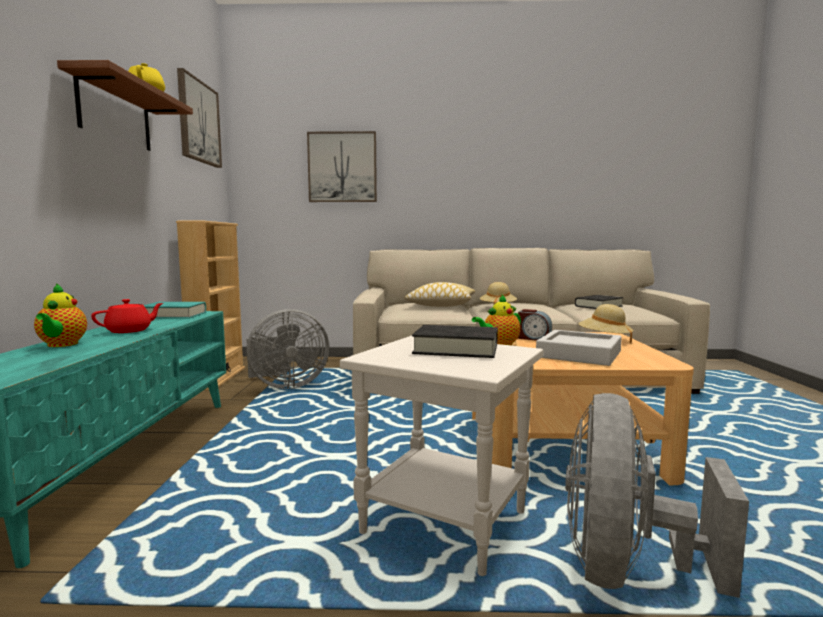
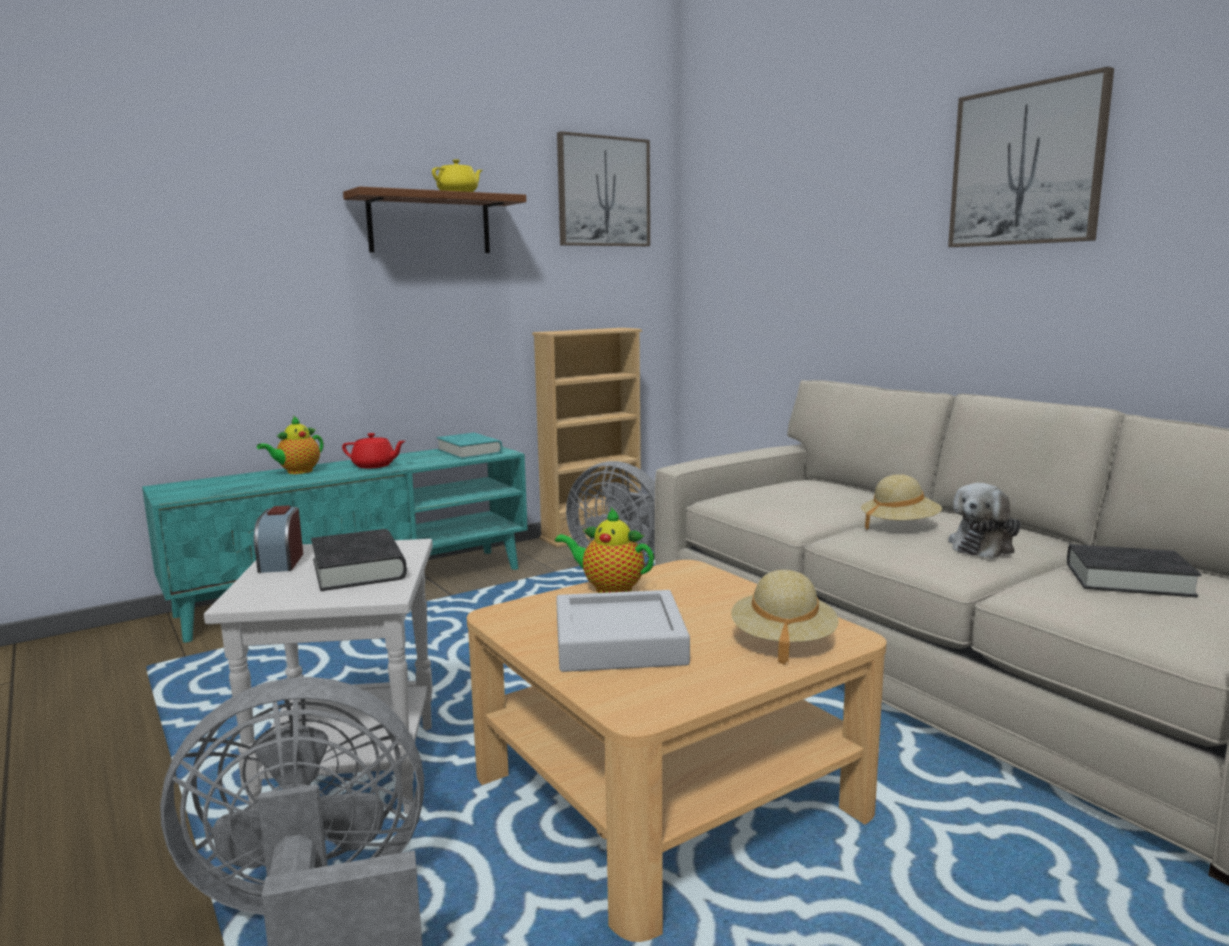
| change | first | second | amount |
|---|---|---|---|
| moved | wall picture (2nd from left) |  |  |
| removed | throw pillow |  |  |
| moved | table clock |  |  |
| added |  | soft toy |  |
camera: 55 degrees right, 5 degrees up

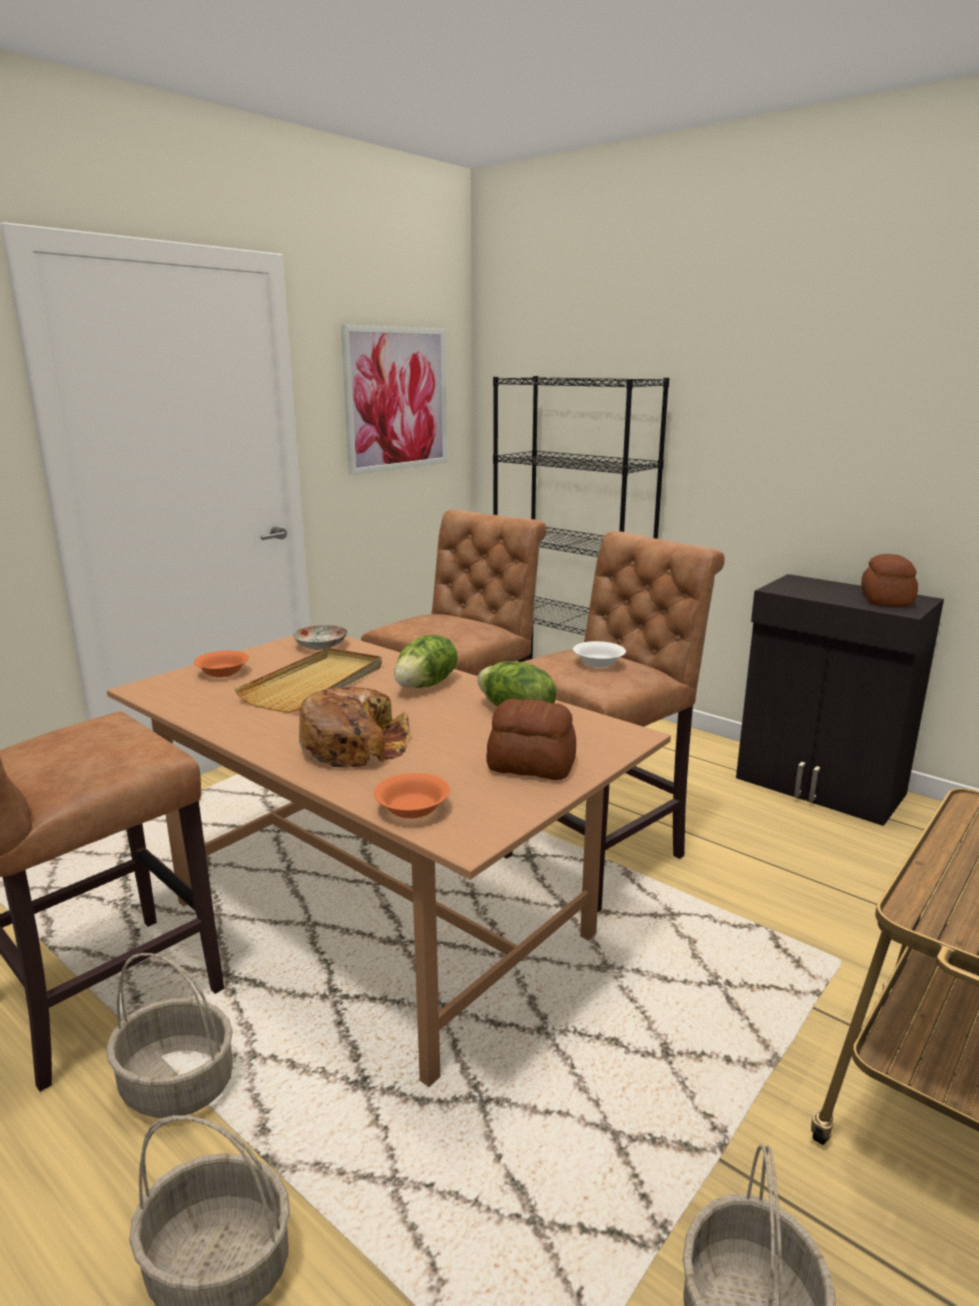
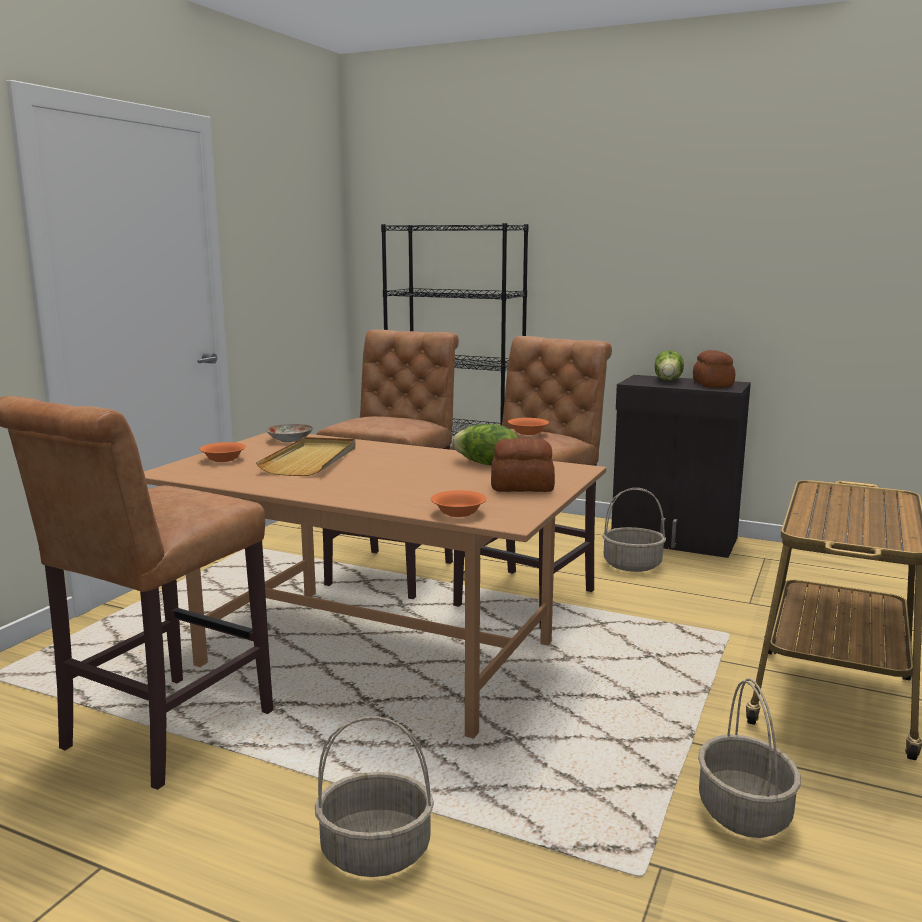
| change | first | second | amount |
|---|---|---|---|
| removed | wall picture |  |  |
| moved | head of lettuce (1st from left in the first image) | head of lettuce (2nd from left) |  |
| recoloured | white bowl | orange bowl (3rd from left) |  |
| removed | bakery bread (1st from left) |  |  |
| moved | household basket (1st from left in the first image) | household basket (2nd from left) |  |
camera: 15 degrees left, 5 degrees down

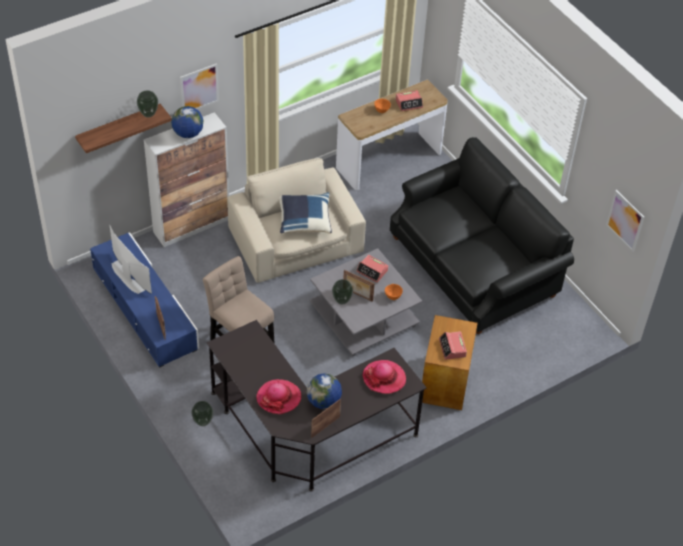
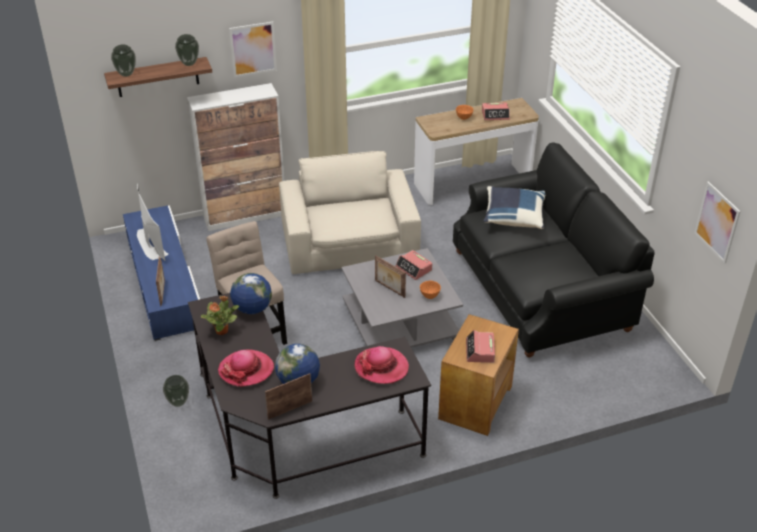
| change | first | second | amount |
|---|---|---|---|
| moved | world globe (1st from left) |  |  |
| moved | bluish throw pillow |  |  |
| moved | flower vase (3rd from left in the first image) | flower vase (1st from left) |  |
| added |  | plant in a pot |  |
camera: 15 degrees right, 10 degrees down

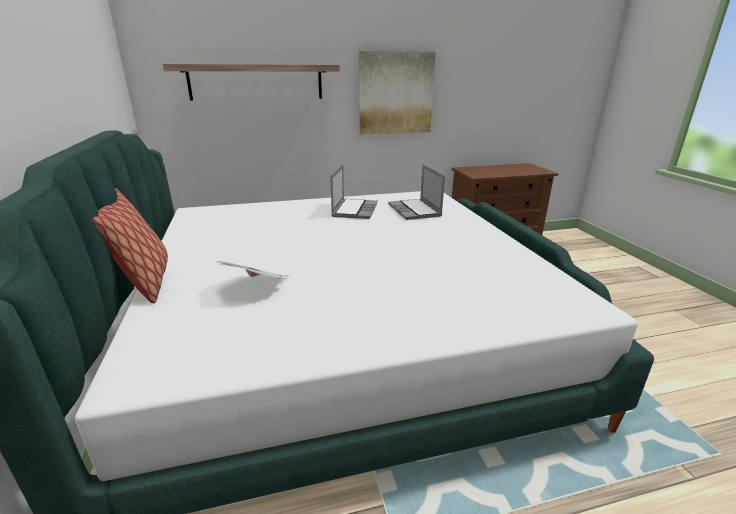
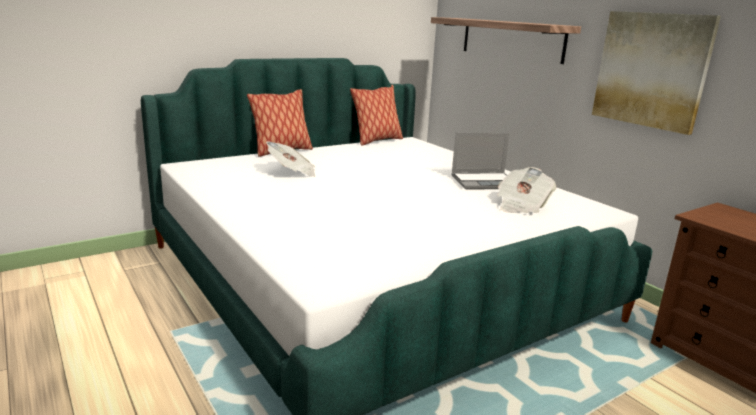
| change | first | second | amount |
|---|---|---|---|
| replaced | notebook computer (2nd from left) | daily paper (2nd from left) |  |
| added |  | throw pillow (2nd from left) |  |
camera: 70 degrees right, 5 degrees down

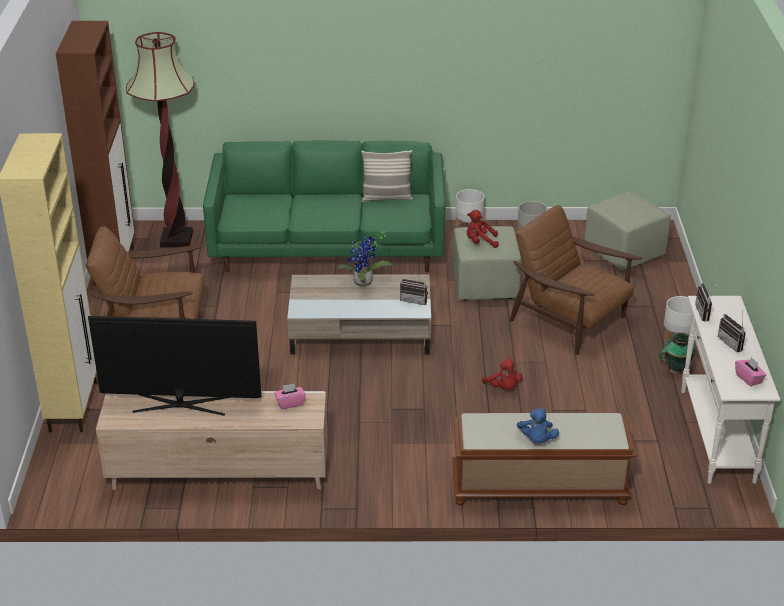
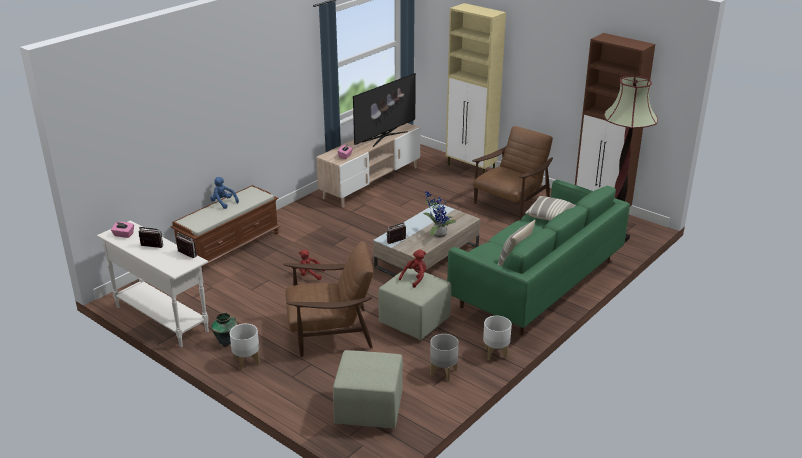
| change | first | second | amount |
|---|---|---|---|
| added |  | throw pillow (2nd from left) |  |
camera: 130 degrees right, 5 degrees down

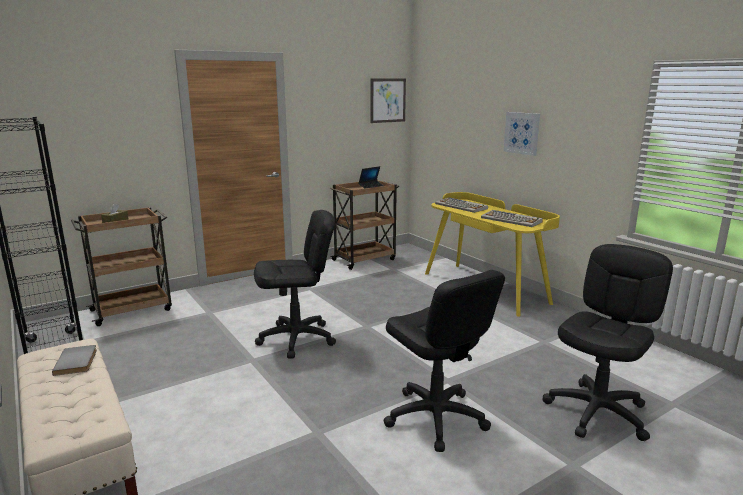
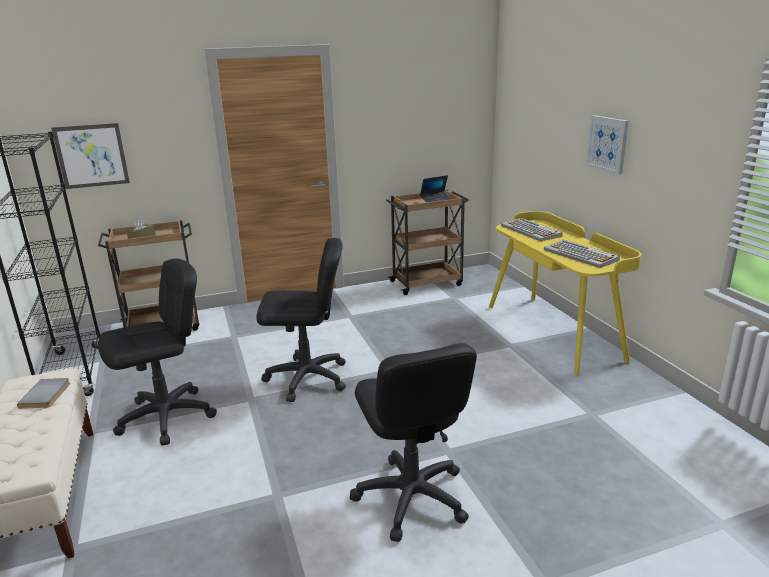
| change | first | second | amount |
|---|---|---|---|
| moved | wall picture (1st from left) |  |  |
| moved | black-coloured office chair (3rd from left in the first image) | black-coloured office chair (1st from left) |  |
camera: 15 degrees right, 5 degrees up

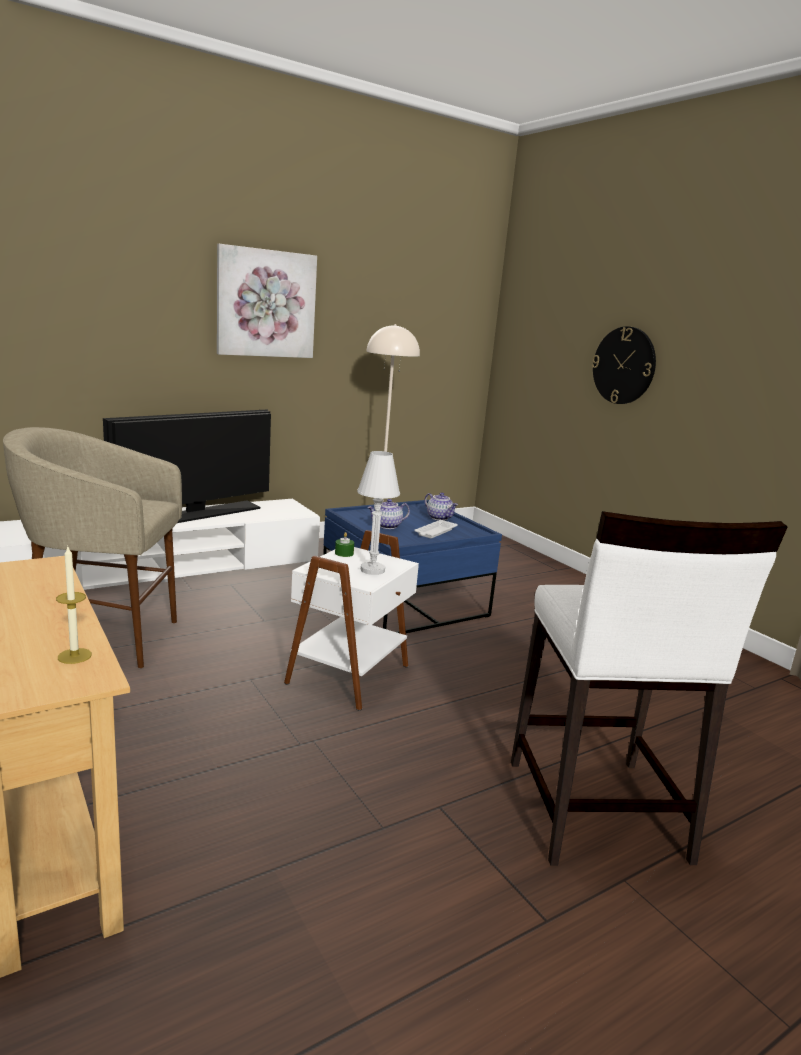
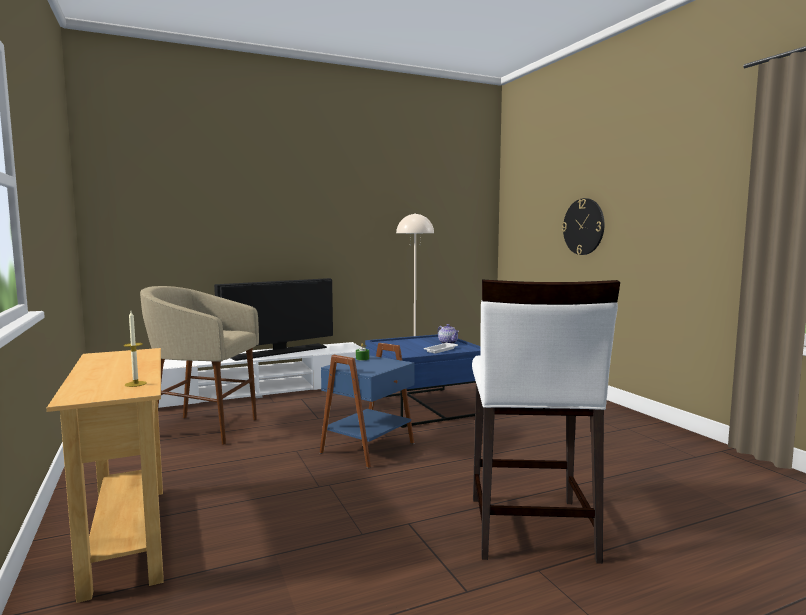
| change | first | second | amount |
|---|---|---|---|
| removed | wall picture |  |  |
| removed | white tabletop lamp |  |  |
| removed | tea pot (1st from left) |  |  |
| recoloured | white accent table | bluish accent table |  |
camera: 10 degrees right, 10 degrees down

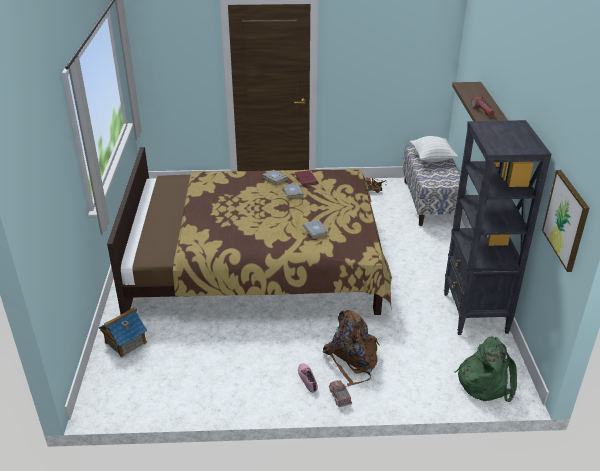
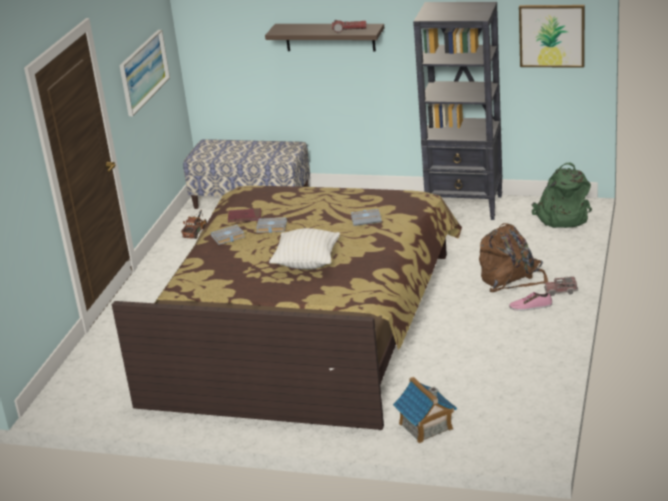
| change | first | second | amount |
|---|---|---|---|
| moved | white throw pillow |  |  |
| added |  | wall picture (1st from left) |  |
camera: 70 degrees left, 5 degrees down

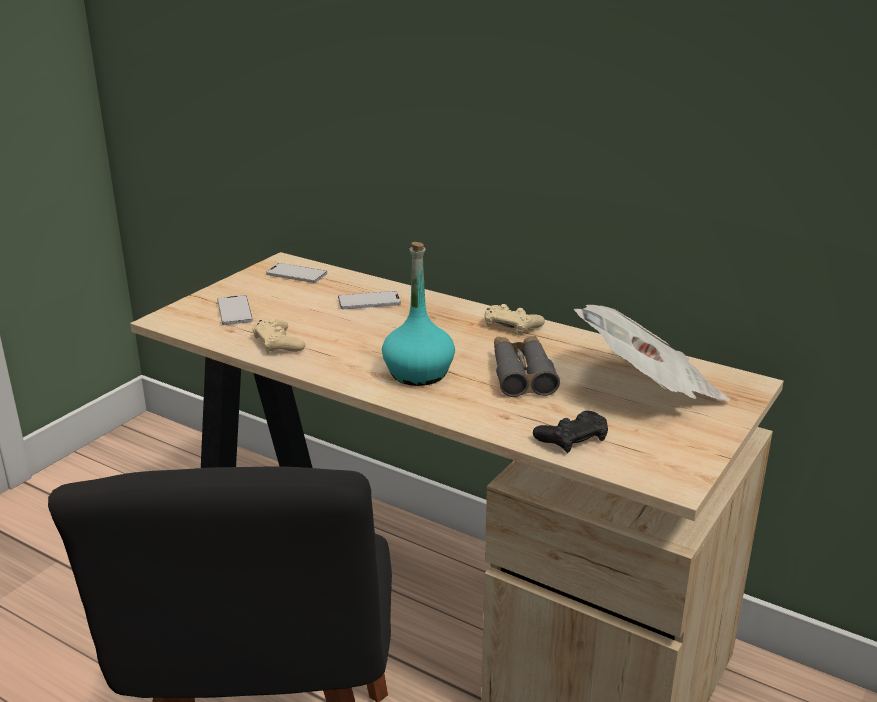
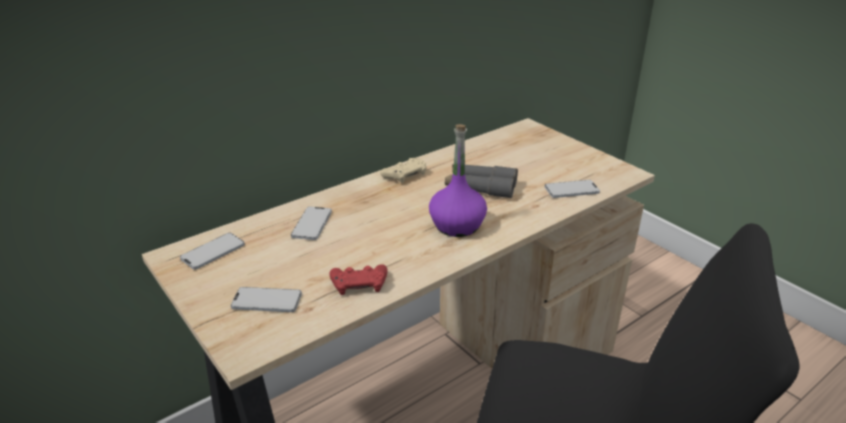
| change | first | second | amount |
|---|---|---|---|
| recoloured | blue-green bottle | purplish bottle |  |
| removed | daily paper |  |  |
| recoloured | sand-coloured gamepad (1st from left) | reddish gamepad |  |
| replaced | black-coloured gamepad | telephone (4th from left) |  |
camera: 70 degrees left, 5 degrees up

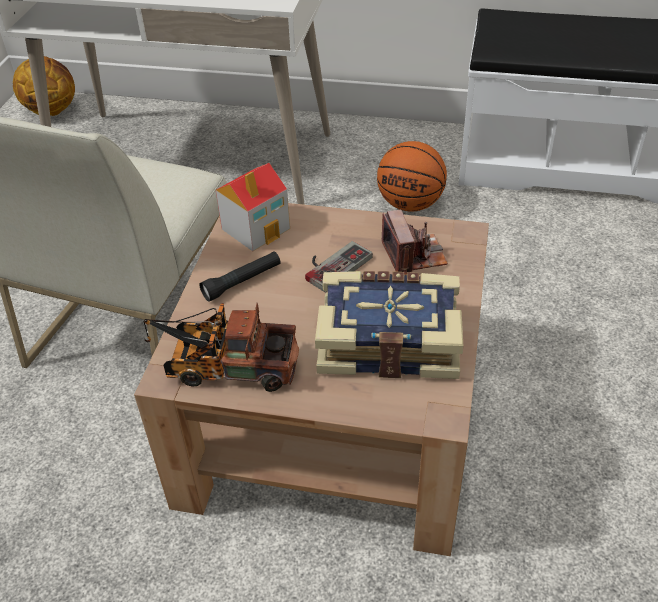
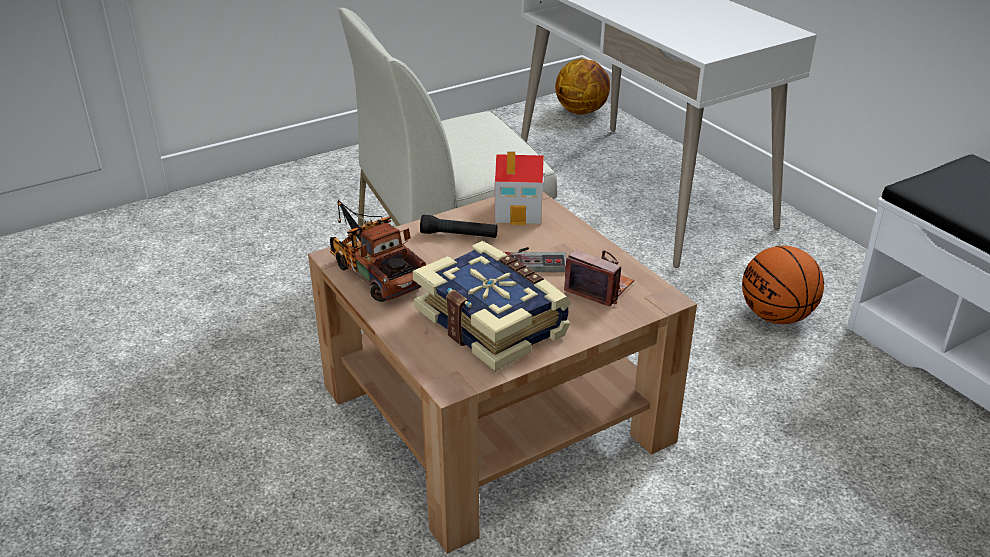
| change | first | second | amount |
|---|---|---|---|
| turned | still camera |  | 90 degrees counterclockwise |
camera: 45 degrees right, 10 degrees down

